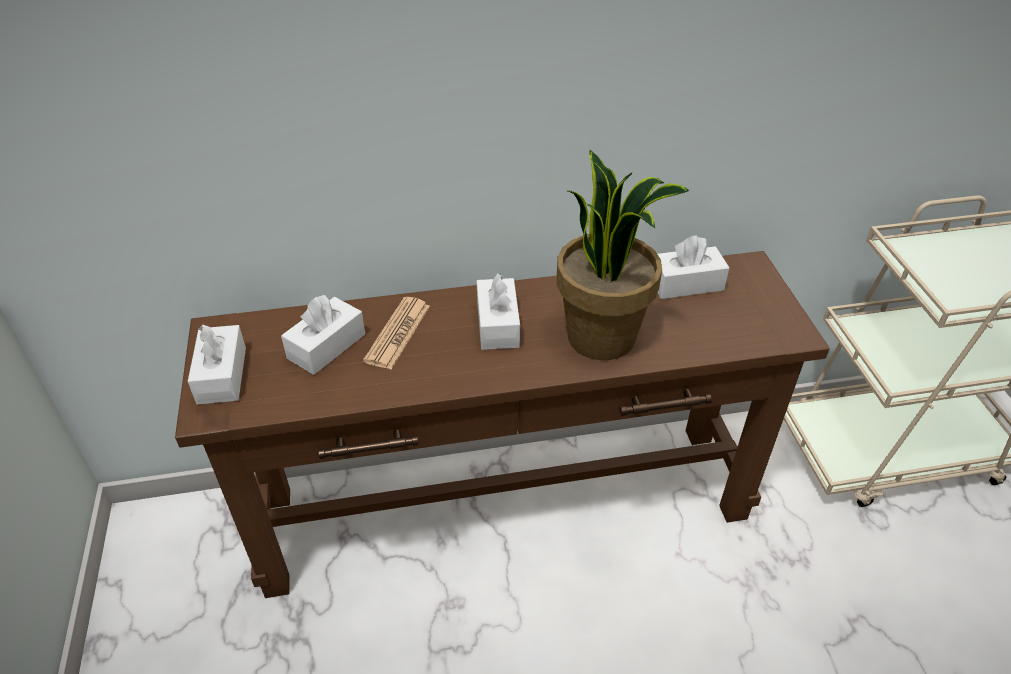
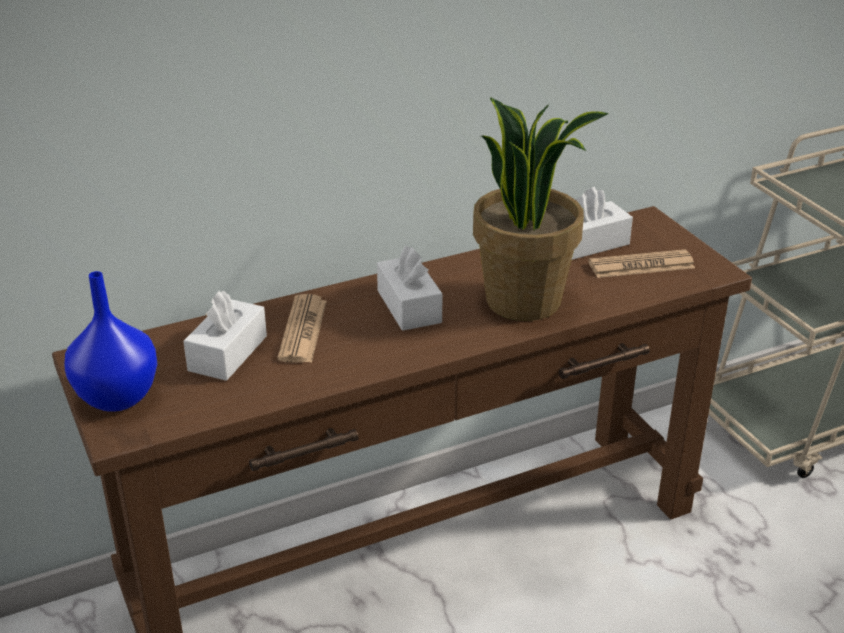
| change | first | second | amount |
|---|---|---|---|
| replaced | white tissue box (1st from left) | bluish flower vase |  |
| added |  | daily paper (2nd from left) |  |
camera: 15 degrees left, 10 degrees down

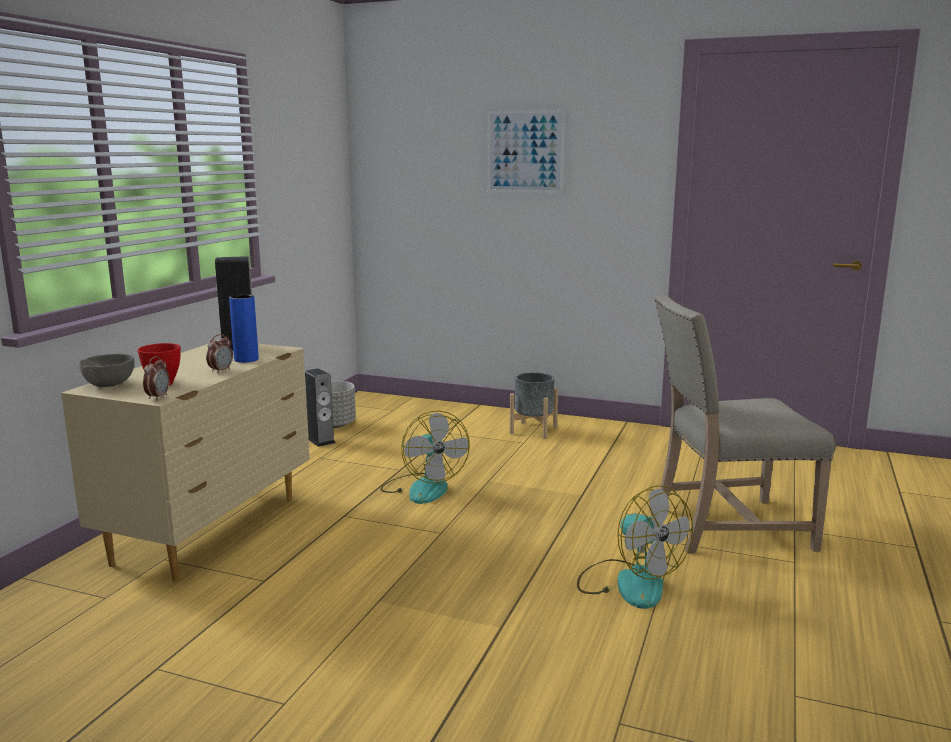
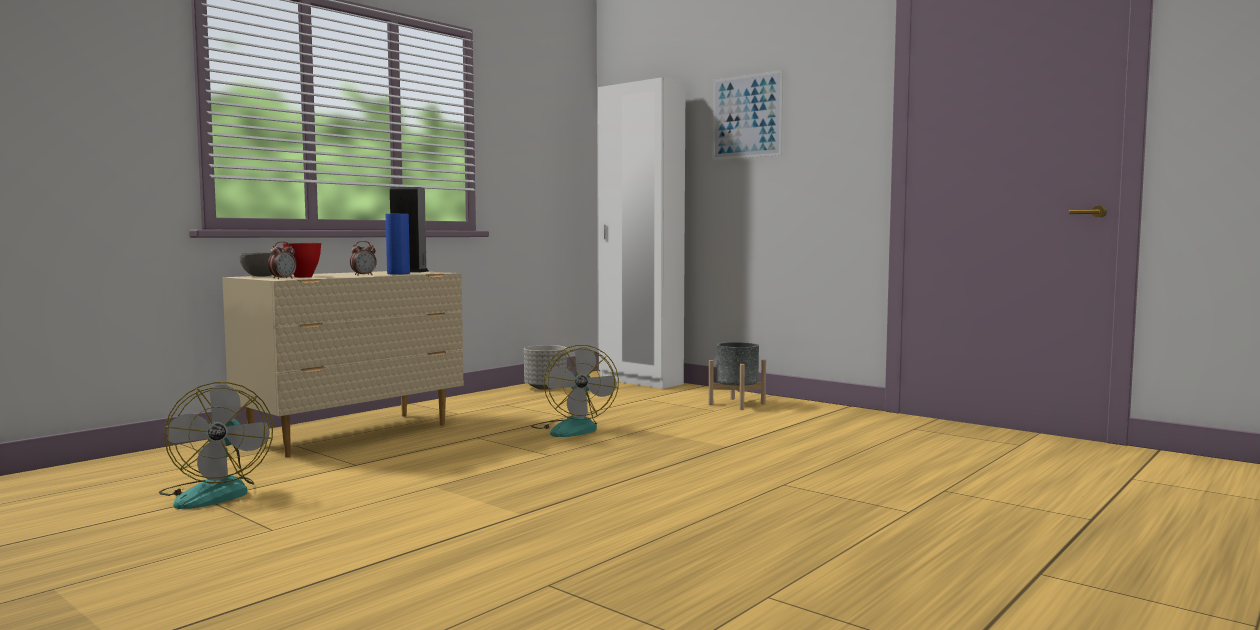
| change | first | second | amount |
|---|---|---|---|
| removed | sand-coloured plain chair |  |  |
| removed | audio speaker (2nd from left) |  |  |
| moved | electric fan (2nd from left in the first image) | electric fan (1st from left) |  |
| added |  | white wardrobe |  |
camera: 20 degrees right, 10 degrees down

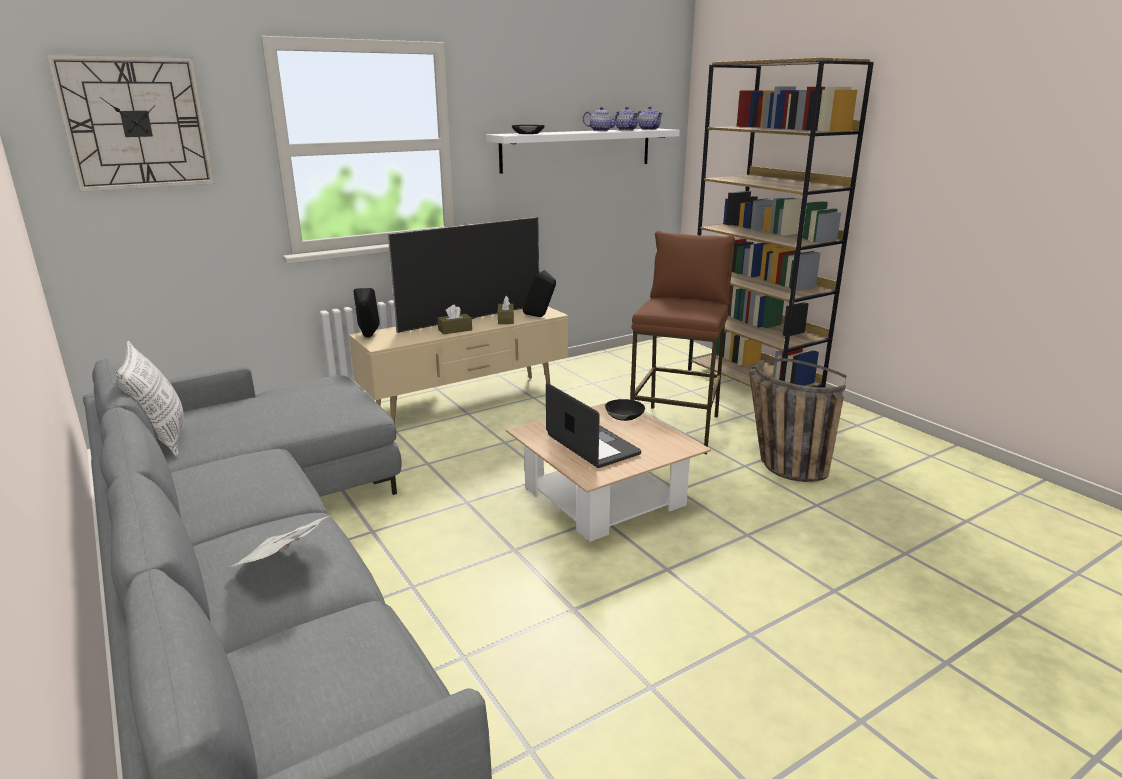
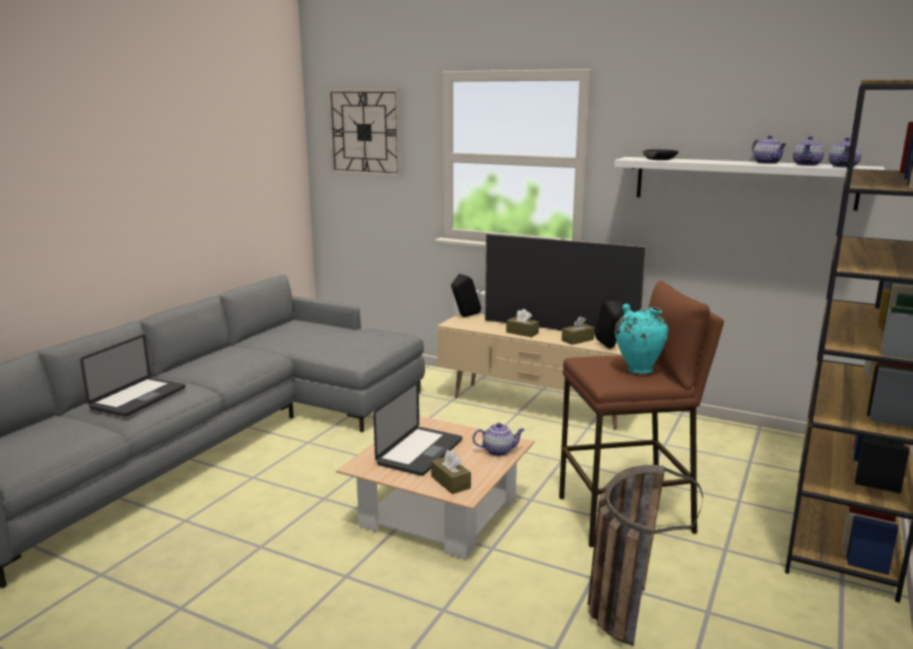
| change | first | second | amount |
|---|---|---|---|
| removed | throw pillow |  |  |
| replaced | black-coloured bowl (2nd from left) | tea pot (1st from left) |  |
| replaced | daily paper | notebook computer (1st from left) |  |
| added |  | blue-green flower vase |  |
| added |  | brownish tissue box (1st from left) |  |
camera: 60 degrees right, 5 degrees down

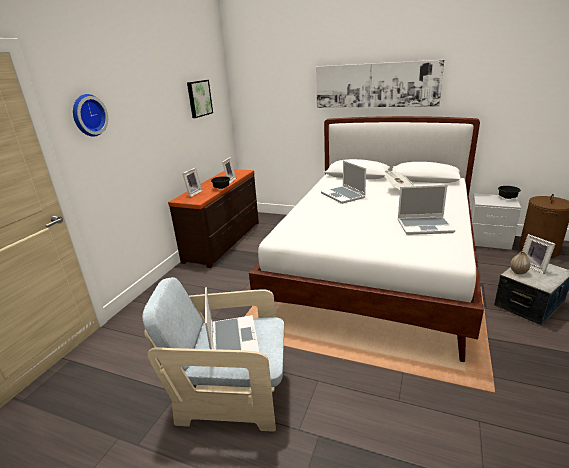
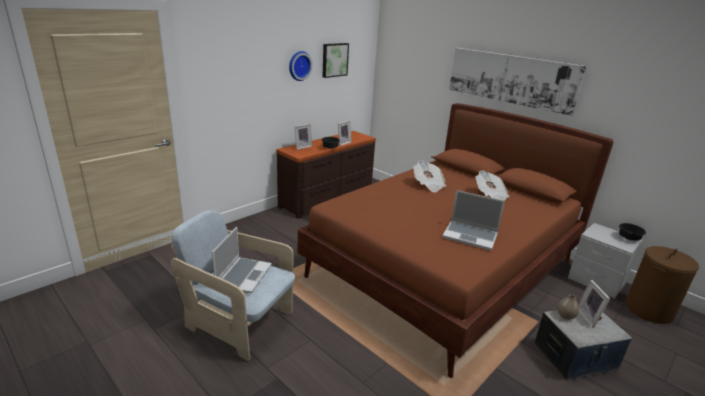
| change | first | second | amount |
|---|---|---|---|
| moved | clock on the wall |  |  |
| recoloured | white bedroom bed | brownish bedroom bed |  |
| replaced | notebook computer (2nd from left) | daily paper (1st from left) |  |
camera: 20 degrees right, 0 degrees up

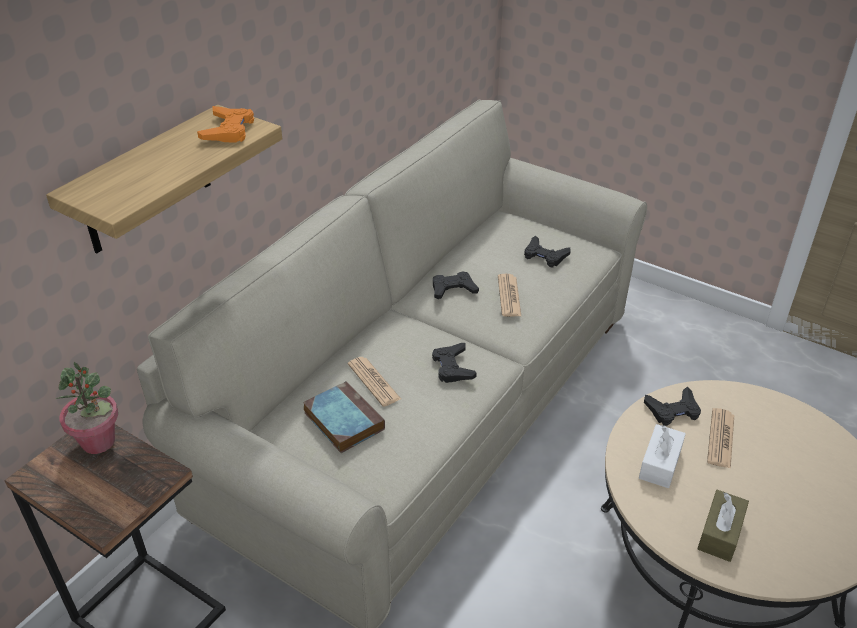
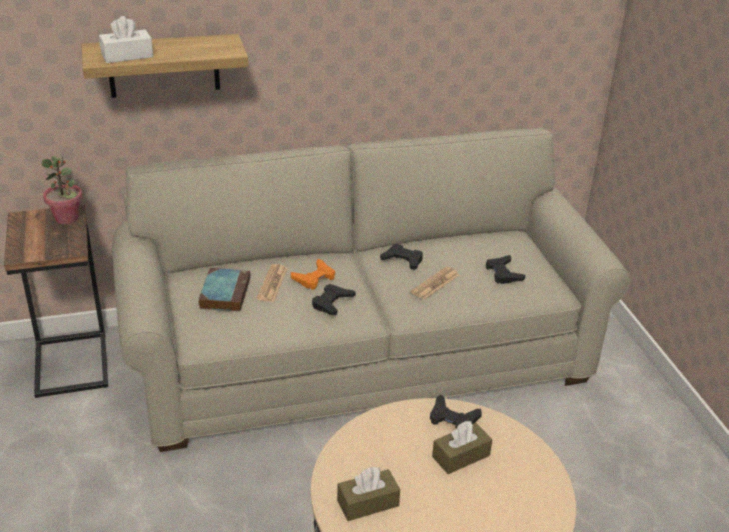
| change | first | second | amount |
|---|---|---|---|
| moved | orange gamepad |  |  |
| replaced | daily paper (3rd from left) | brownish tissue box (2nd from left) |  |
| moved | white tissue box |  |  |
camera: 40 degrees right, 5 degrees down

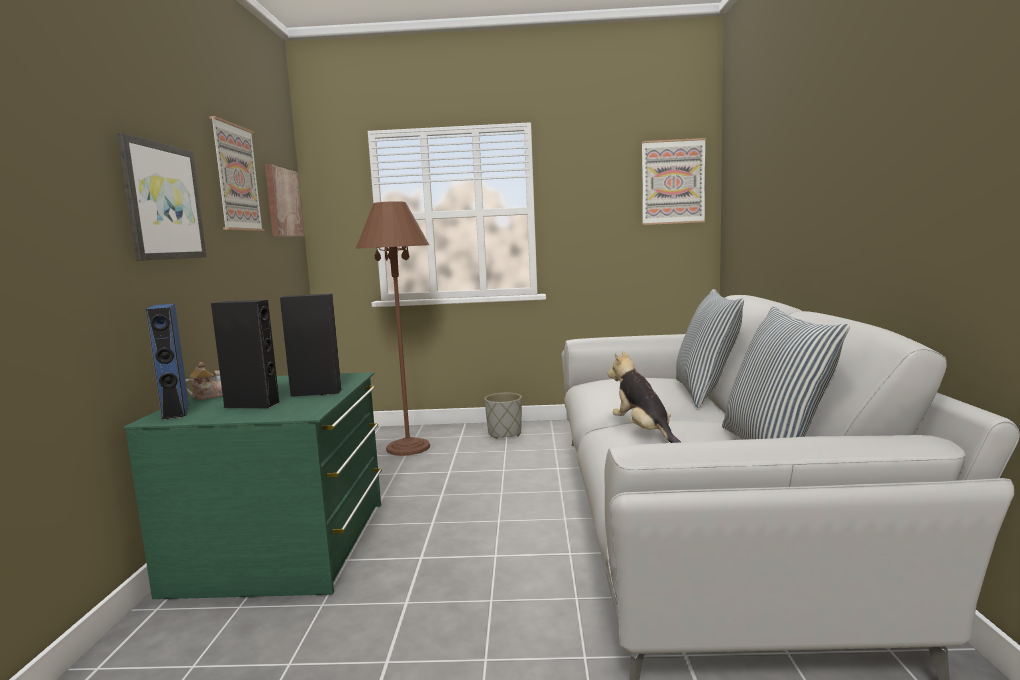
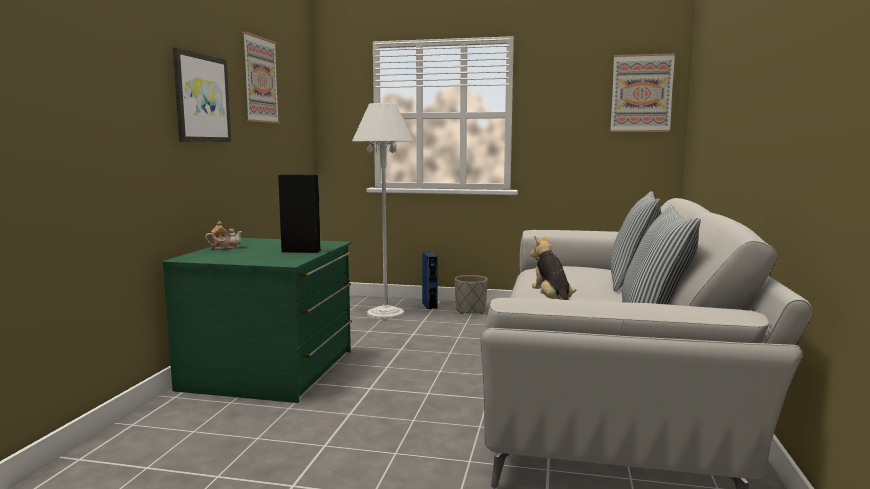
| change | first | second | amount |
|---|---|---|---|
| removed | wall picture (3rd from left) |  |  |
| recoloured | brownish standing lamp | white standing lamp |  |
| removed | black-coloured audio speaker (1st from left) |  |  |
| moved | bluish audio speaker |  |  |
camera: 10 degrees right, 0 degrees up

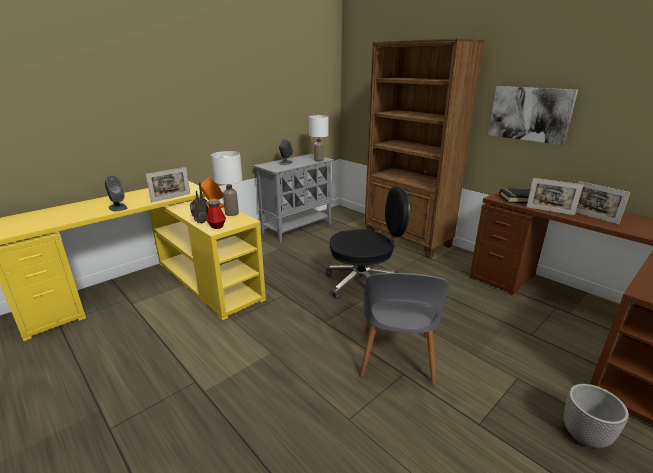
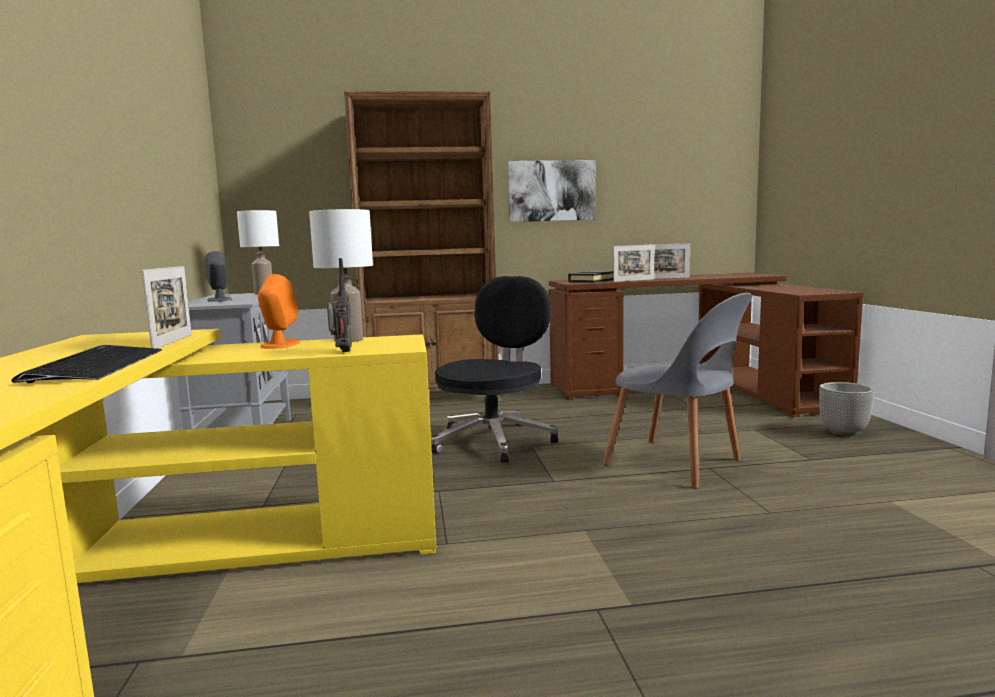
| change | first | second | amount |
|---|---|---|---|
| replaced | greyish audio speaker (1st from left) | PC keyboard |  |
| removed | bottle |  |  |
camera: 55 degrees left, 15 degrees down

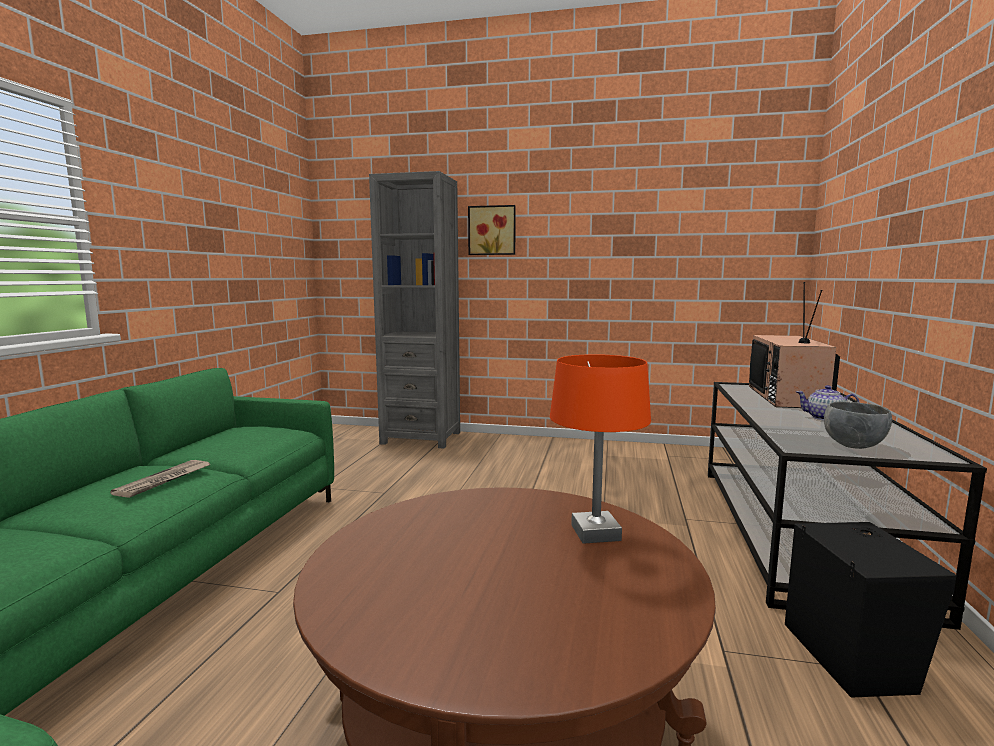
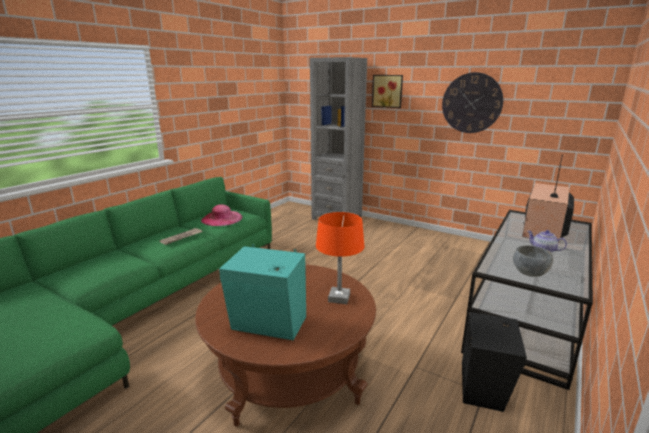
| change | first | second | amount |
|---|---|---|---|
| added |  | clock on the wall |  |
| added |  | pink-coloured wearable hat |  |
| added |  | blue-green audio speaker |  |
camera: 20 degrees right, 10 degrees up

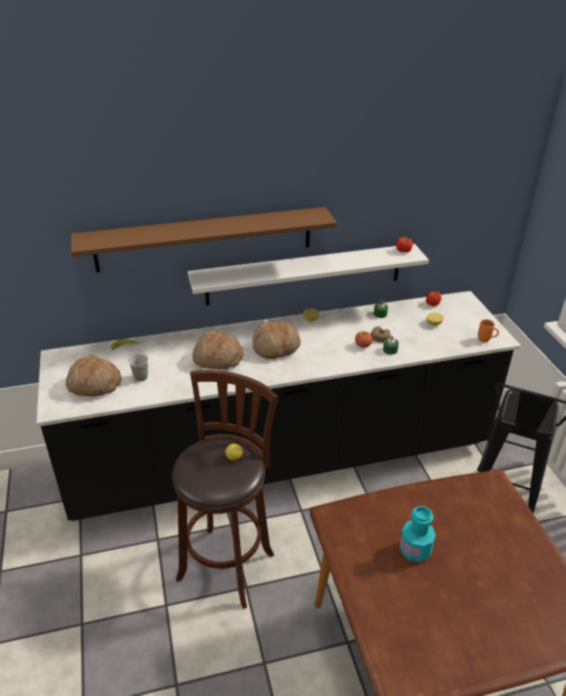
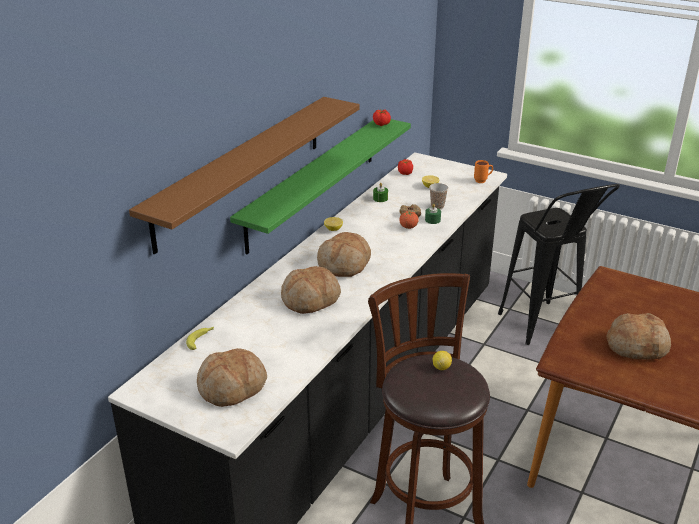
| change | first | second | amount |
|---|---|---|---|
| recoloured | white wall shelf | green-coloured wall shelf |  |
| moved | small cup |  |  |
| replaced | blue-green bottle | bakery bread (4th from left) |  |
camera: 45 degrees left, 5 degrees down

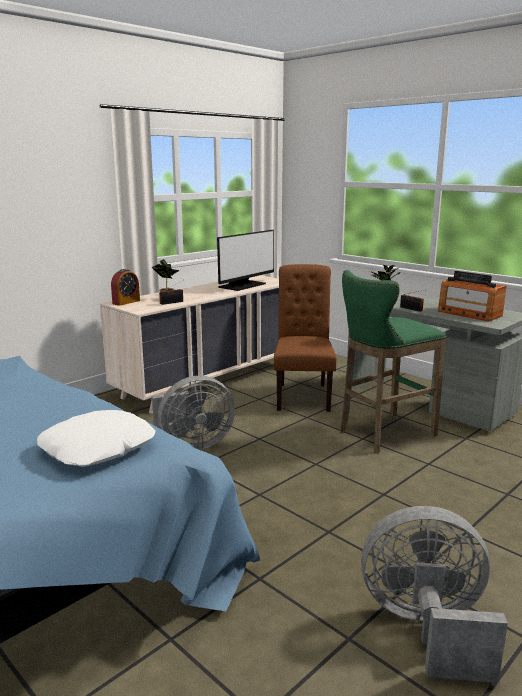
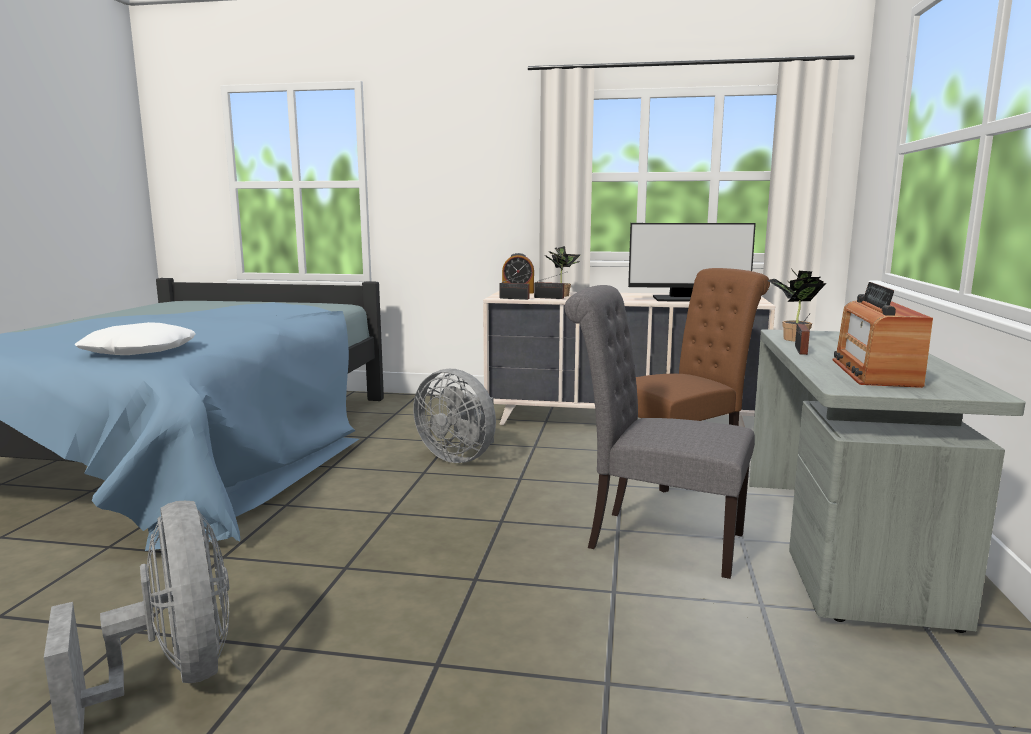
| change | first | second | amount |
|---|---|---|---|
| replaced | green-coloured sitting stool | greyish plain chair |  |
| added |  | radio receiver (1st from left) |  |
camera: 55 degrees right, 5 degrees down

